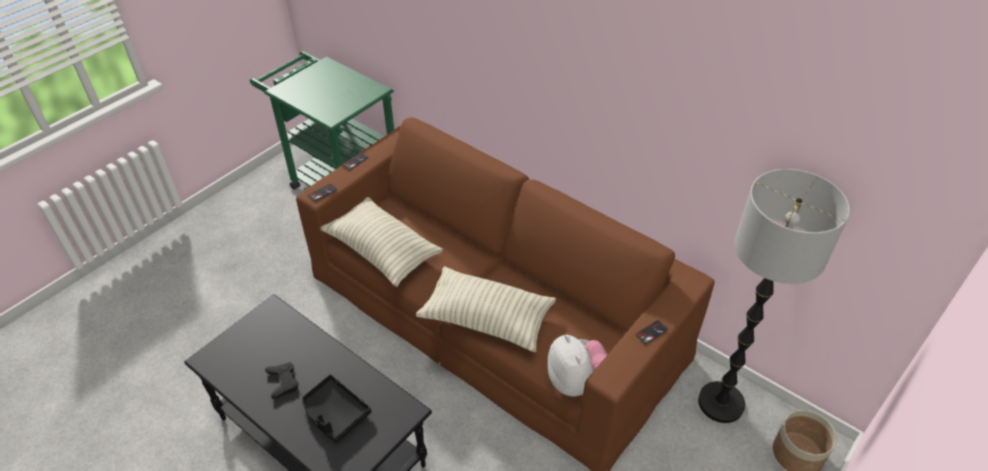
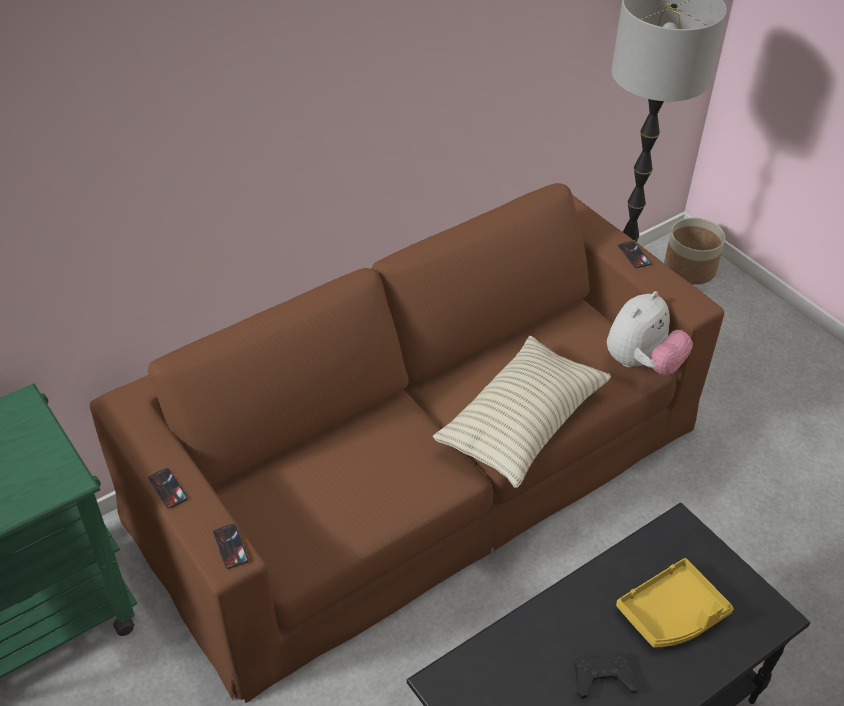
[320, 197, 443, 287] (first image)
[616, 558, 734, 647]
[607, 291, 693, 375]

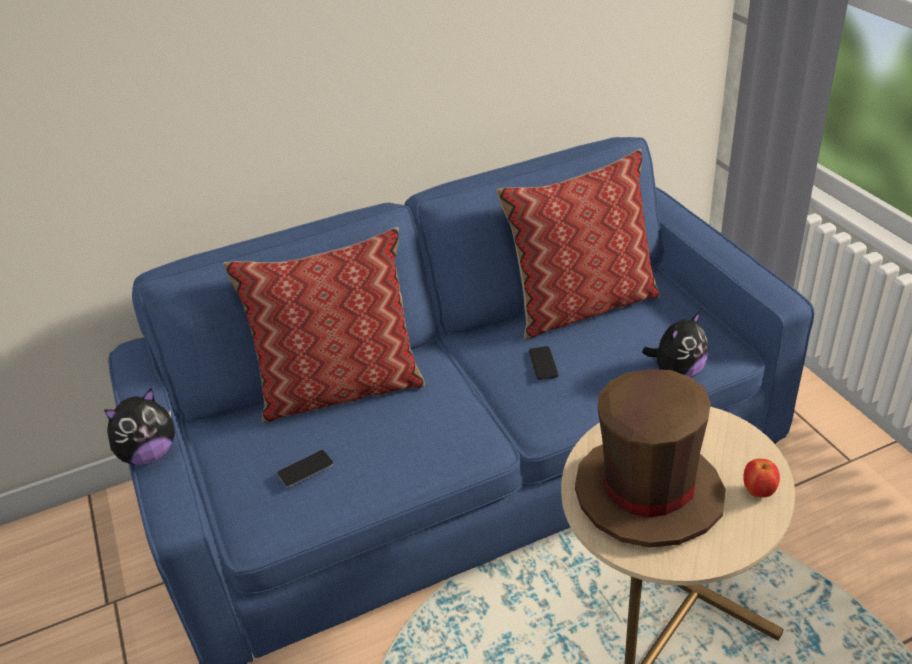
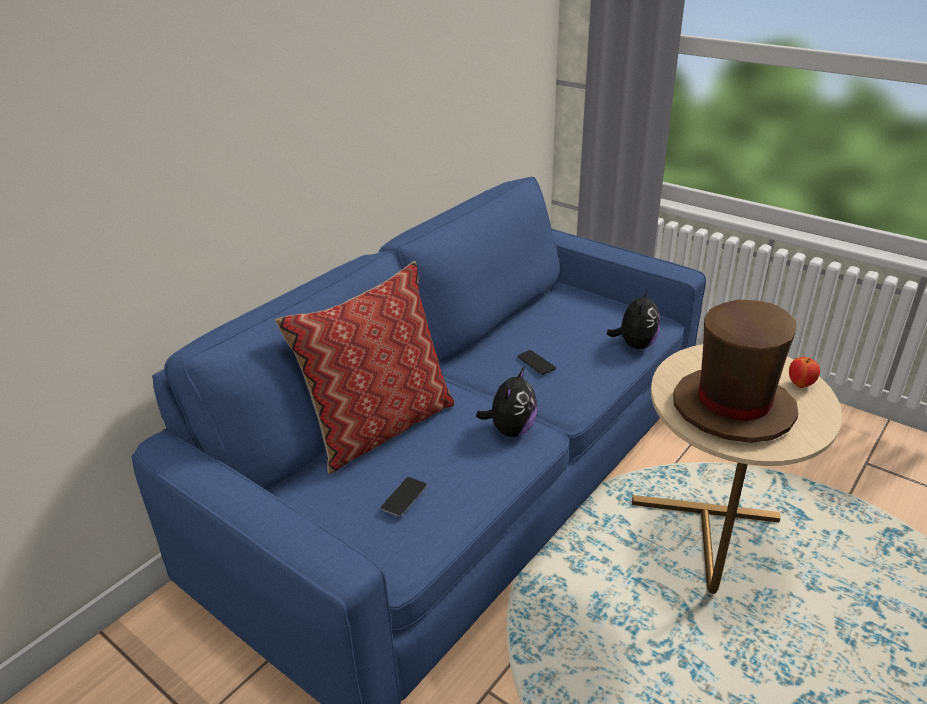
[496, 149, 660, 340] (first image)
[476, 366, 538, 437]

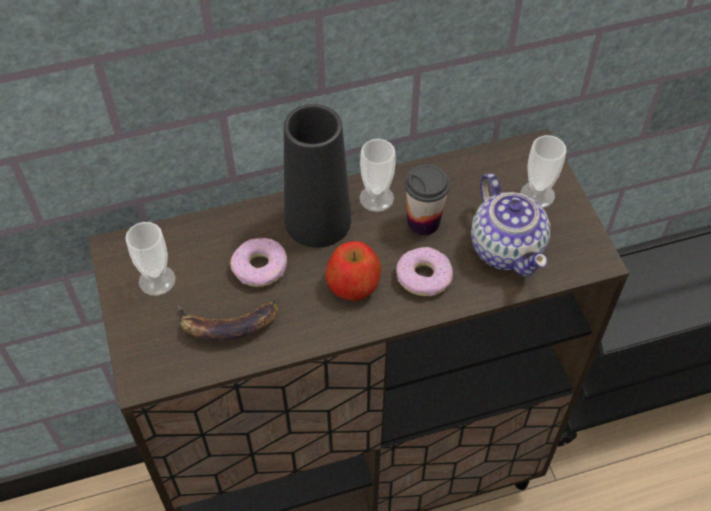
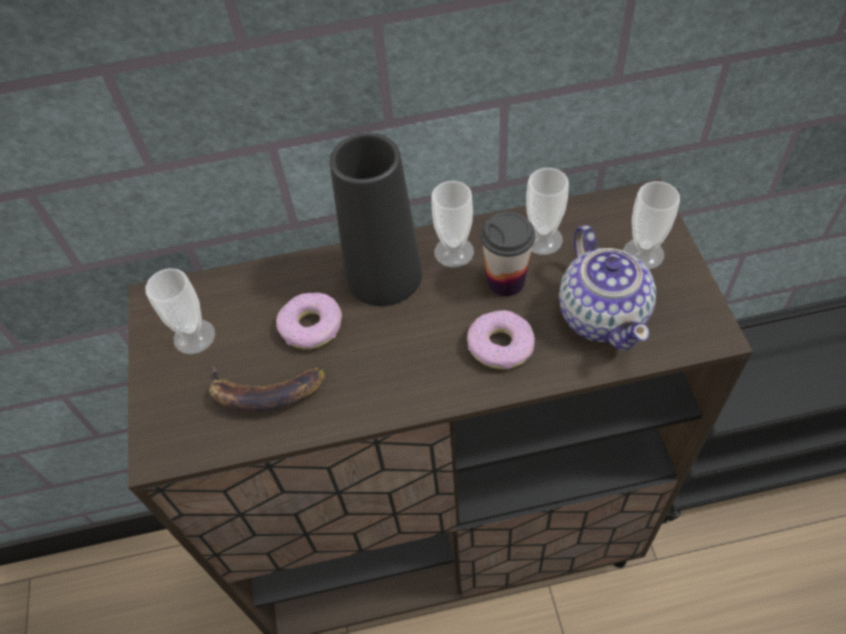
[326, 241, 381, 301] (first image)
[526, 168, 569, 255]

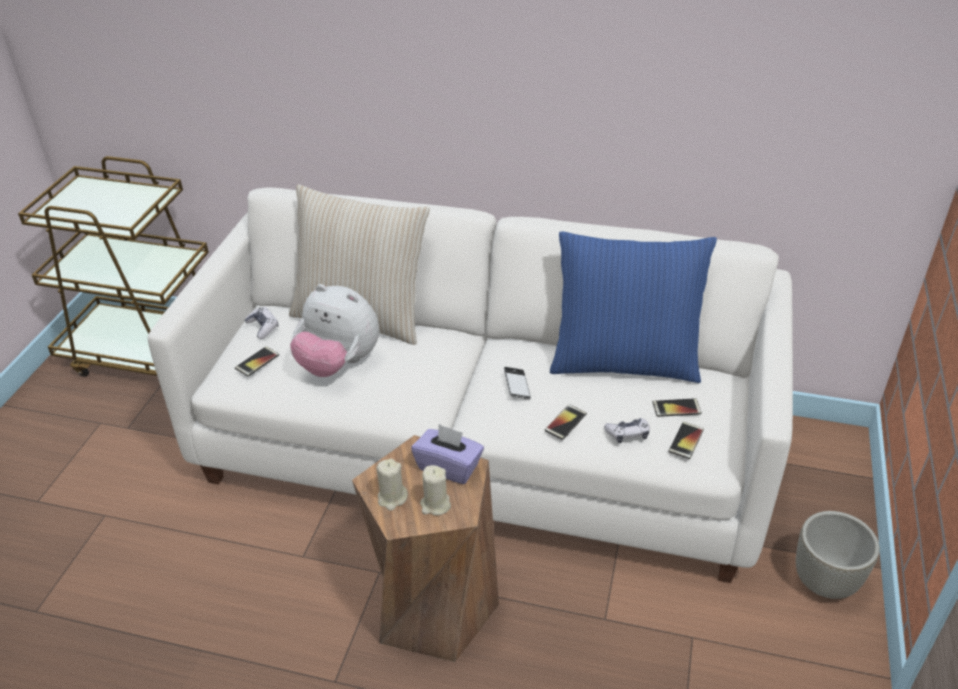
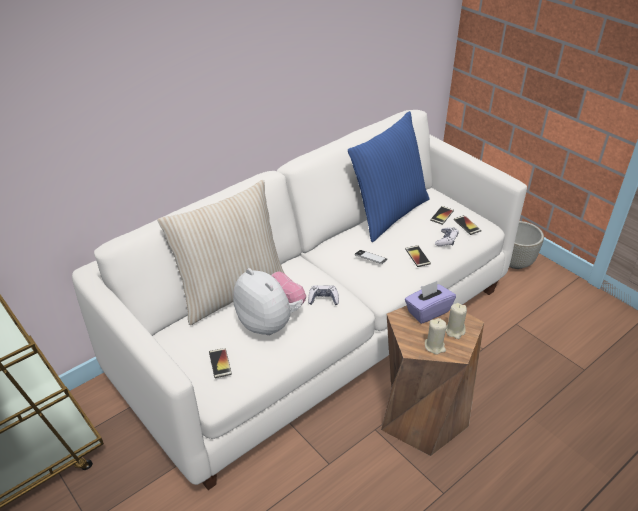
[308, 285, 339, 305]
[234, 268, 306, 335]

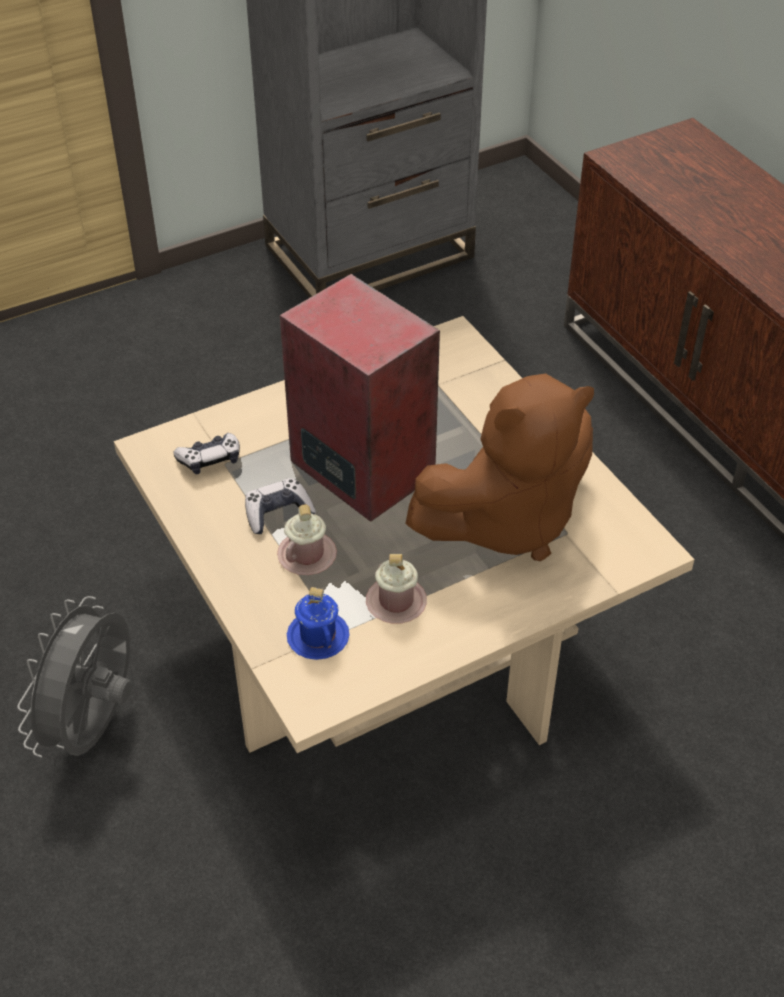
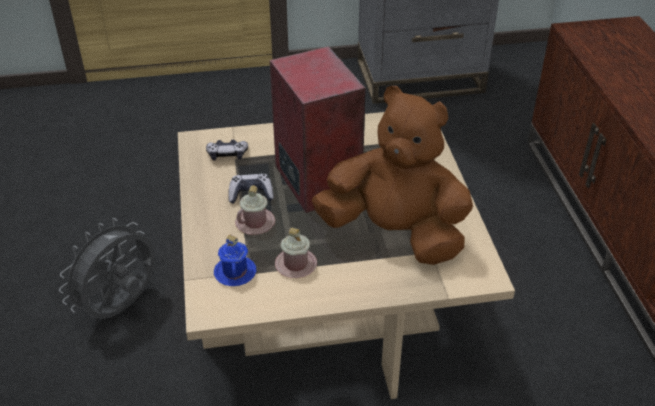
[311, 86, 473, 265]

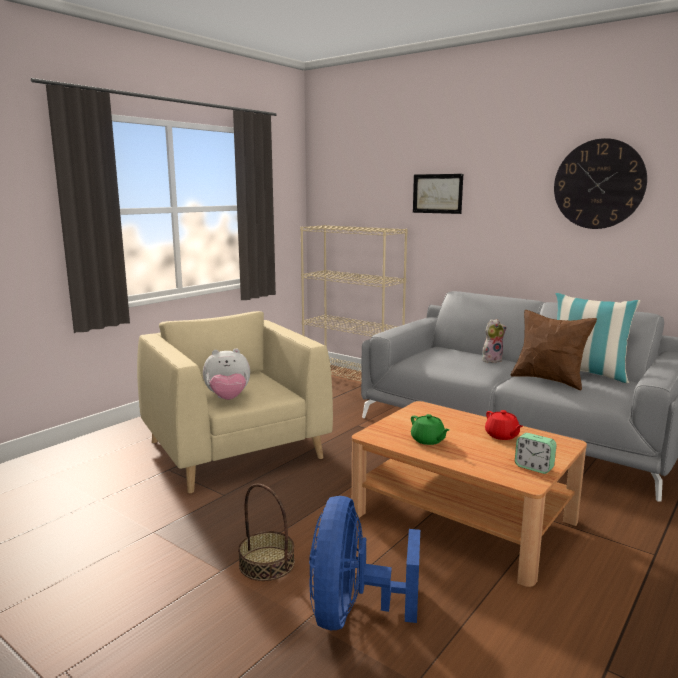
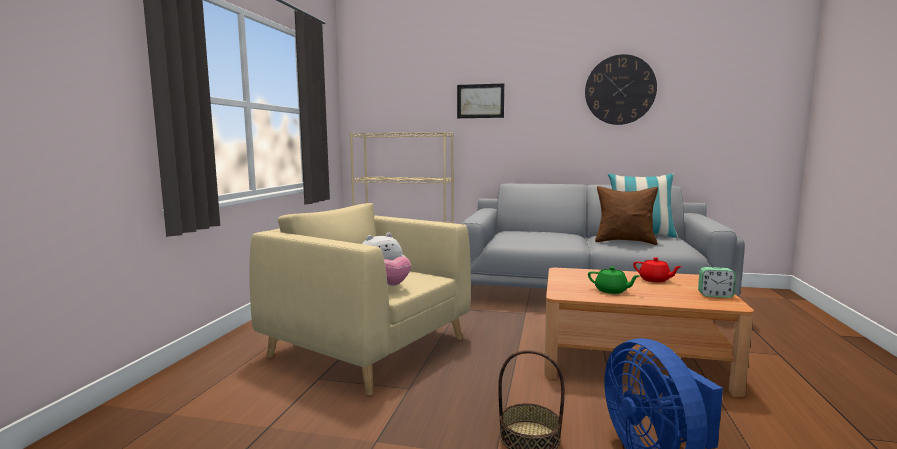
[482, 319, 507, 363] (first image)

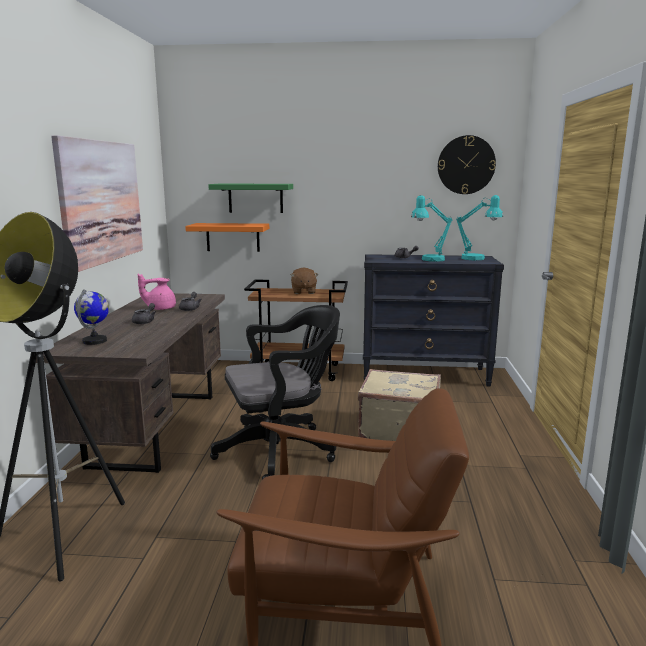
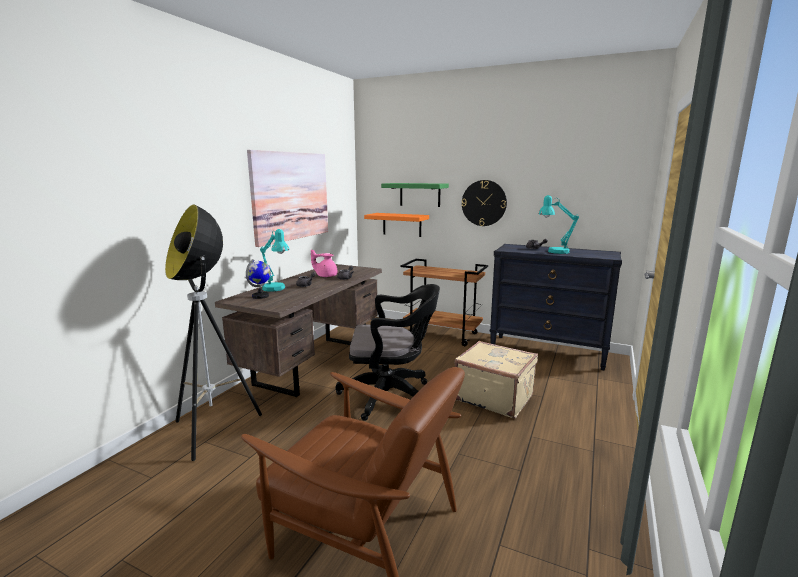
[291, 267, 318, 294] (first image)
[462, 180, 507, 226]
[260, 229, 290, 292]

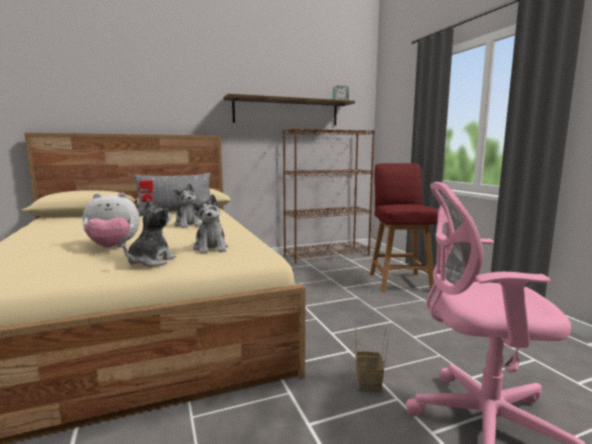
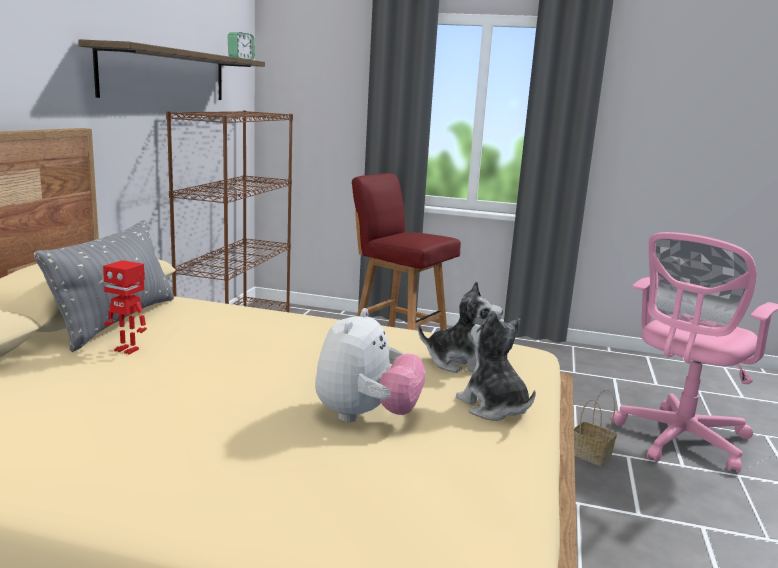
[173, 183, 201, 228] (first image)

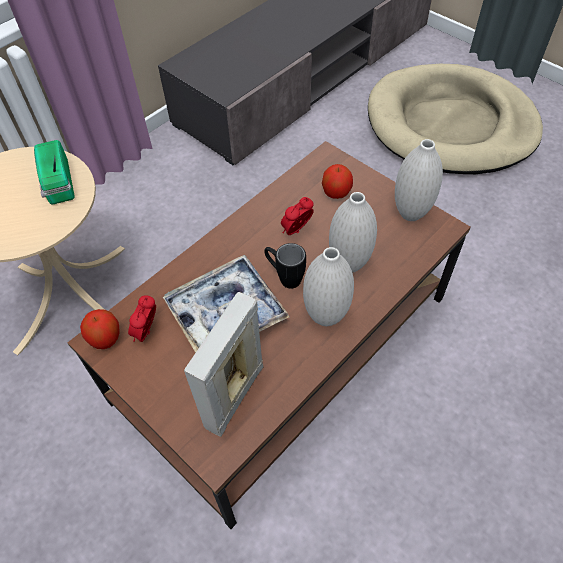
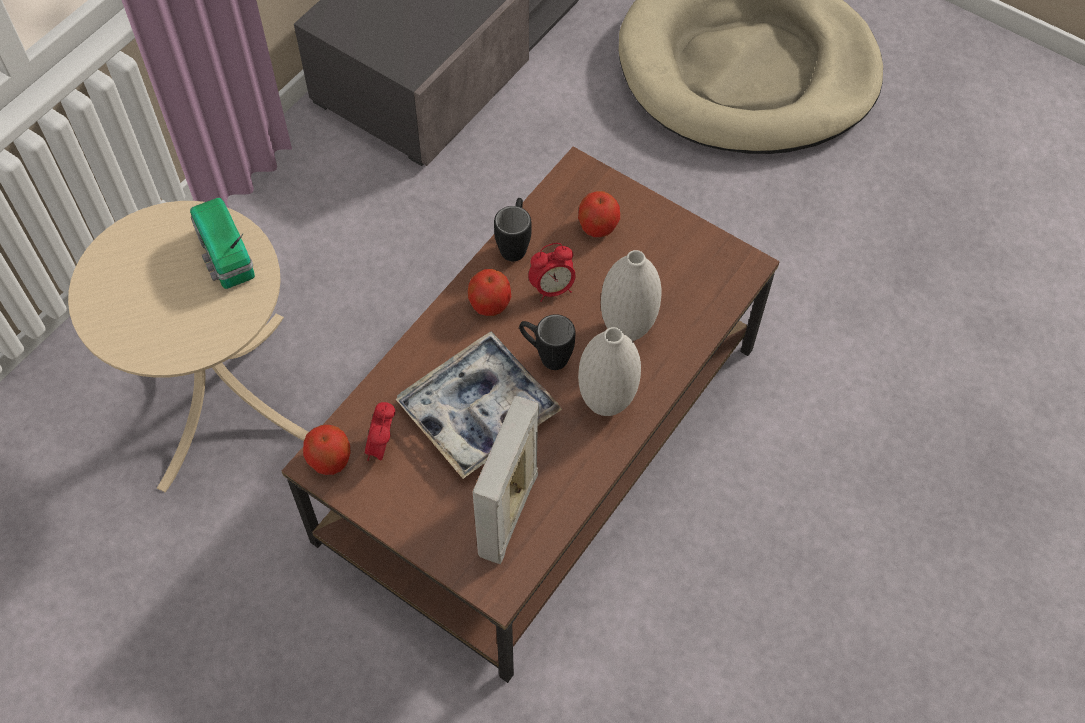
[395, 139, 443, 221] (first image)
[468, 269, 511, 316]
[494, 198, 531, 261]
[528, 243, 575, 302]

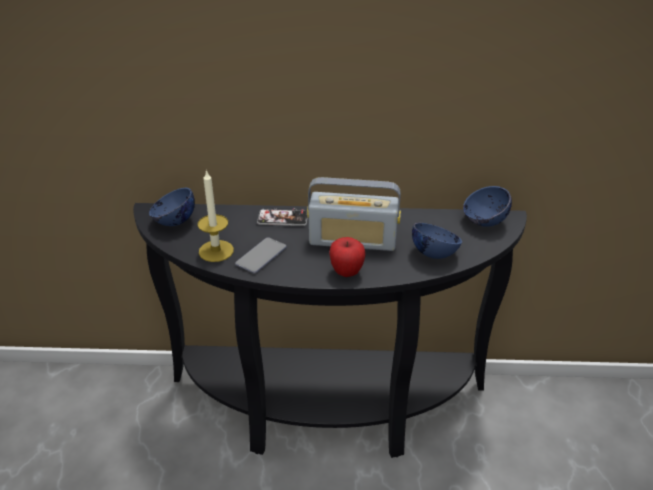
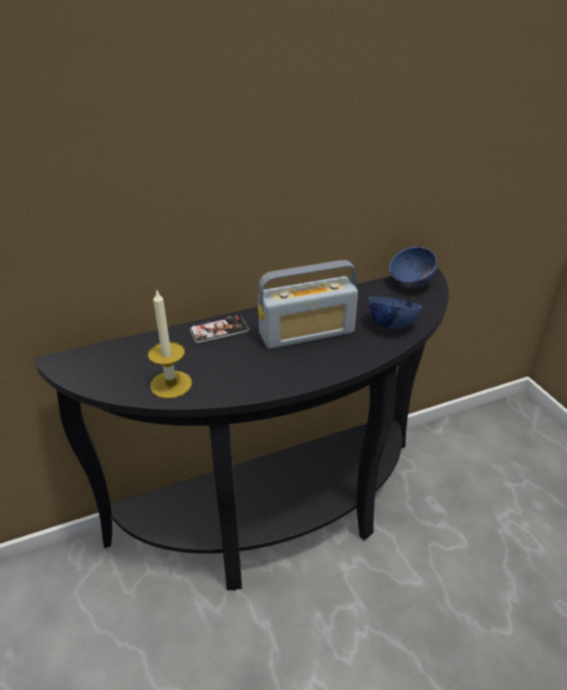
[149, 188, 195, 226] (first image)
[235, 237, 287, 273] (first image)
[329, 237, 366, 277] (first image)

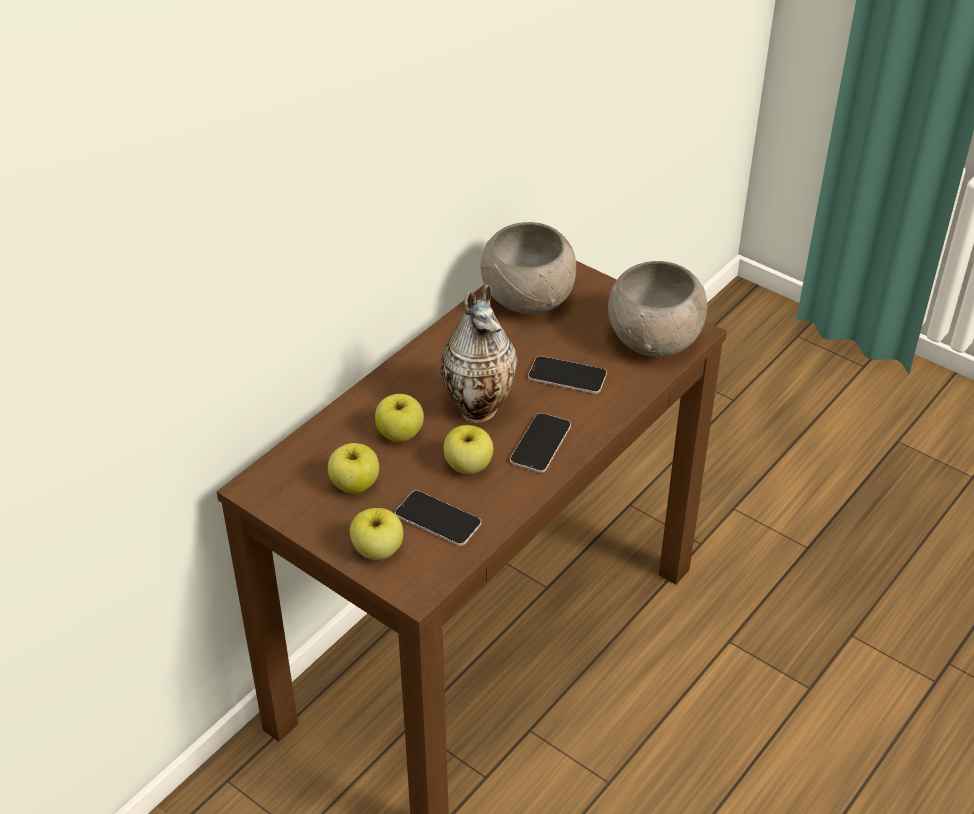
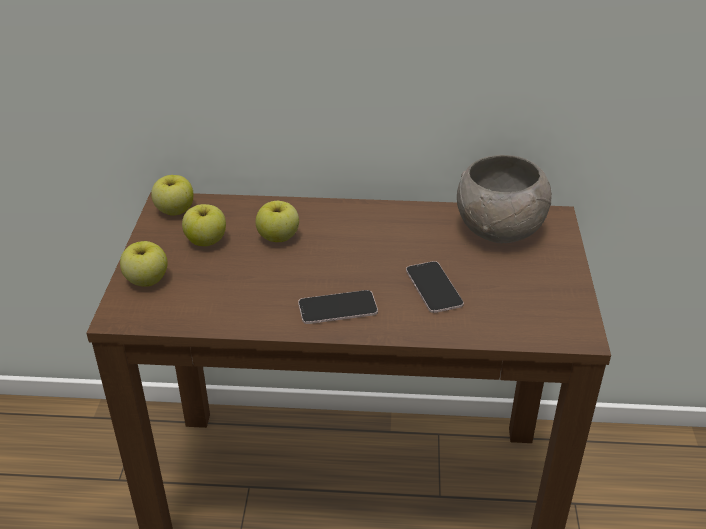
[395, 490, 481, 546] (first image)
[441, 285, 517, 423] (first image)
[608, 261, 708, 357] (first image)
[151, 175, 193, 216]

